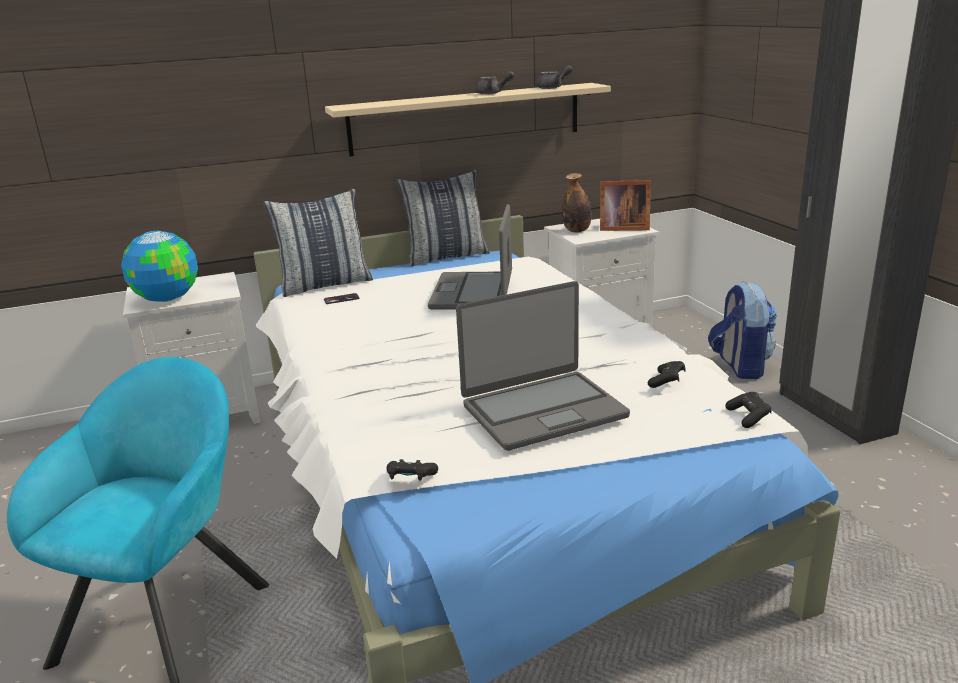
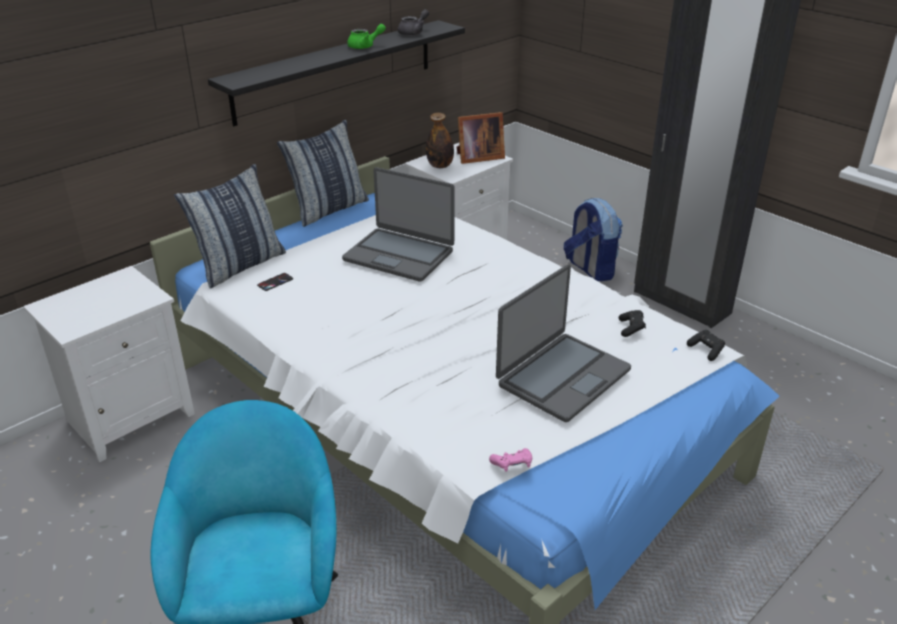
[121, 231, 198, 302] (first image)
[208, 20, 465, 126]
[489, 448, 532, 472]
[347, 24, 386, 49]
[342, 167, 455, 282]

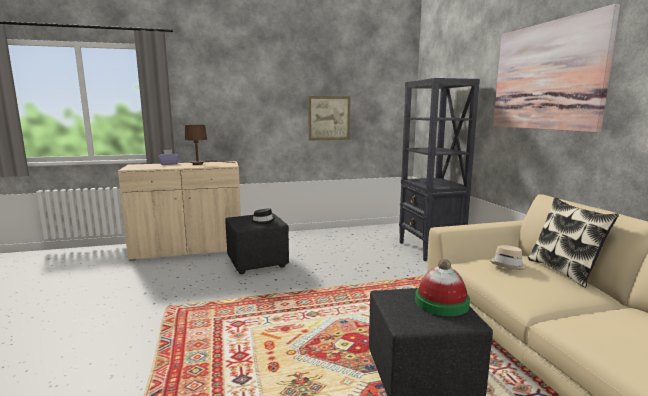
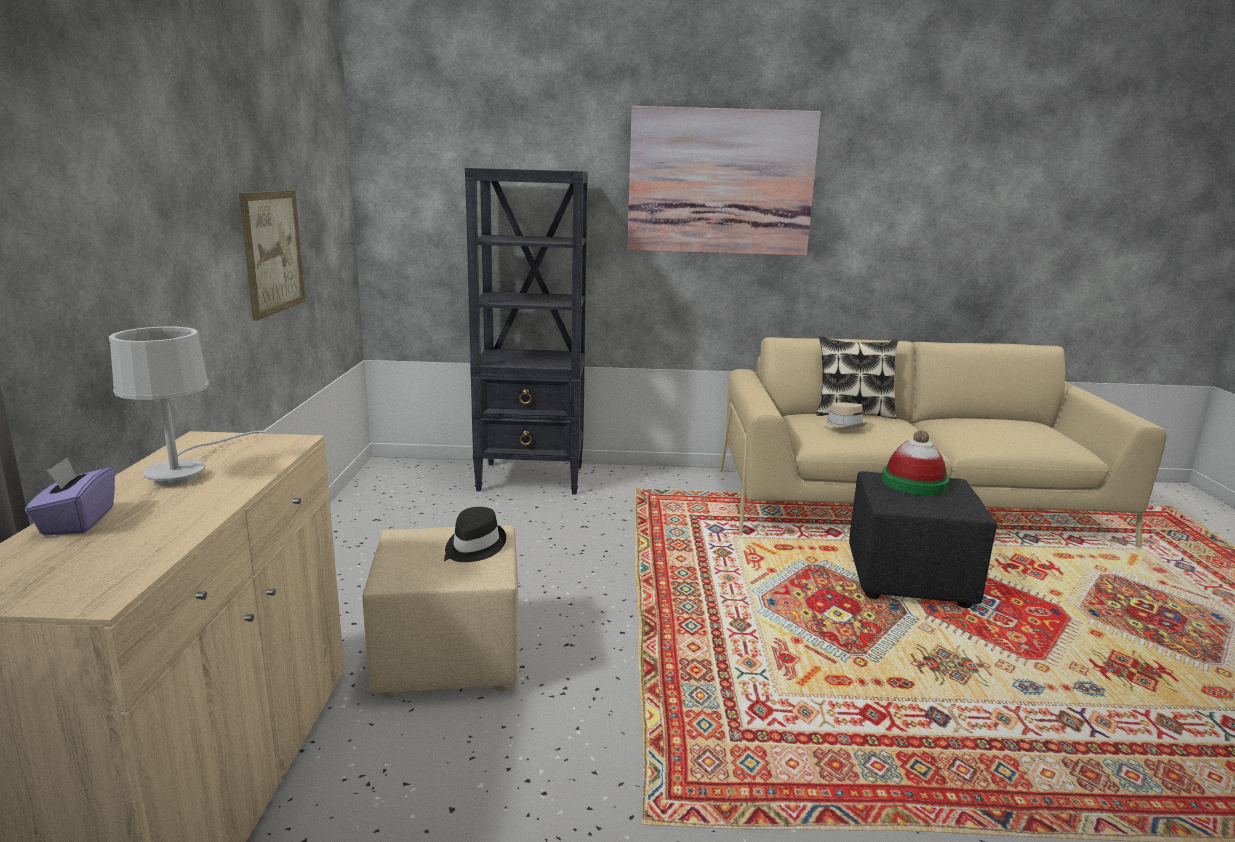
[109, 327, 267, 486]
[362, 525, 519, 699]

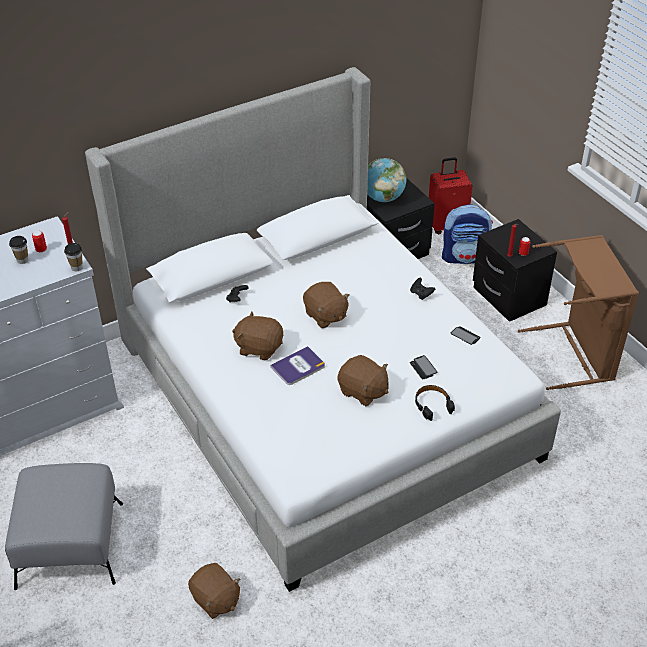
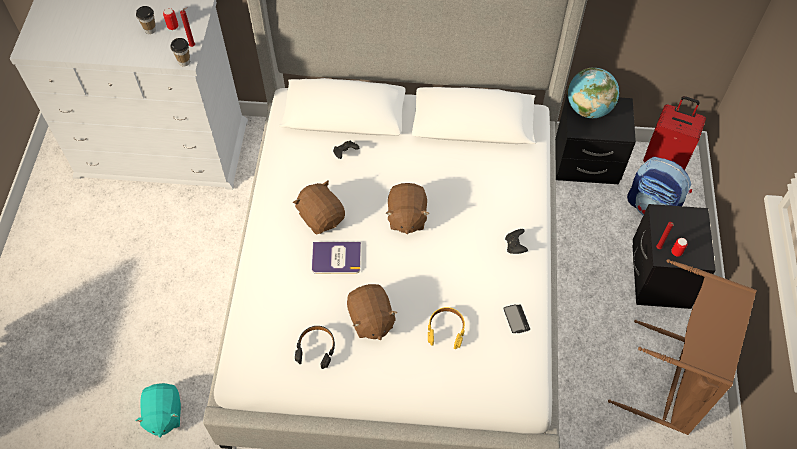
[5, 463, 123, 590] (first image)
[295, 326, 335, 369]
[428, 307, 465, 349]
[136, 383, 181, 437]

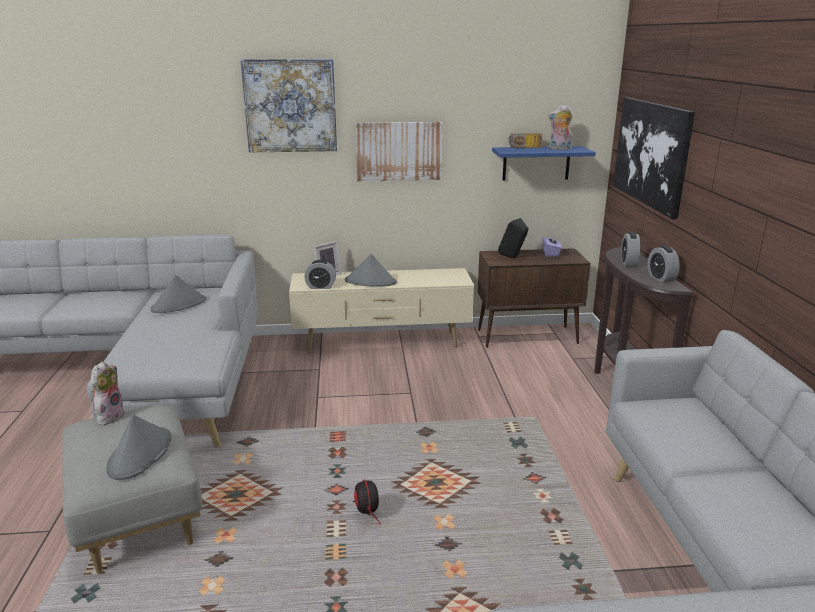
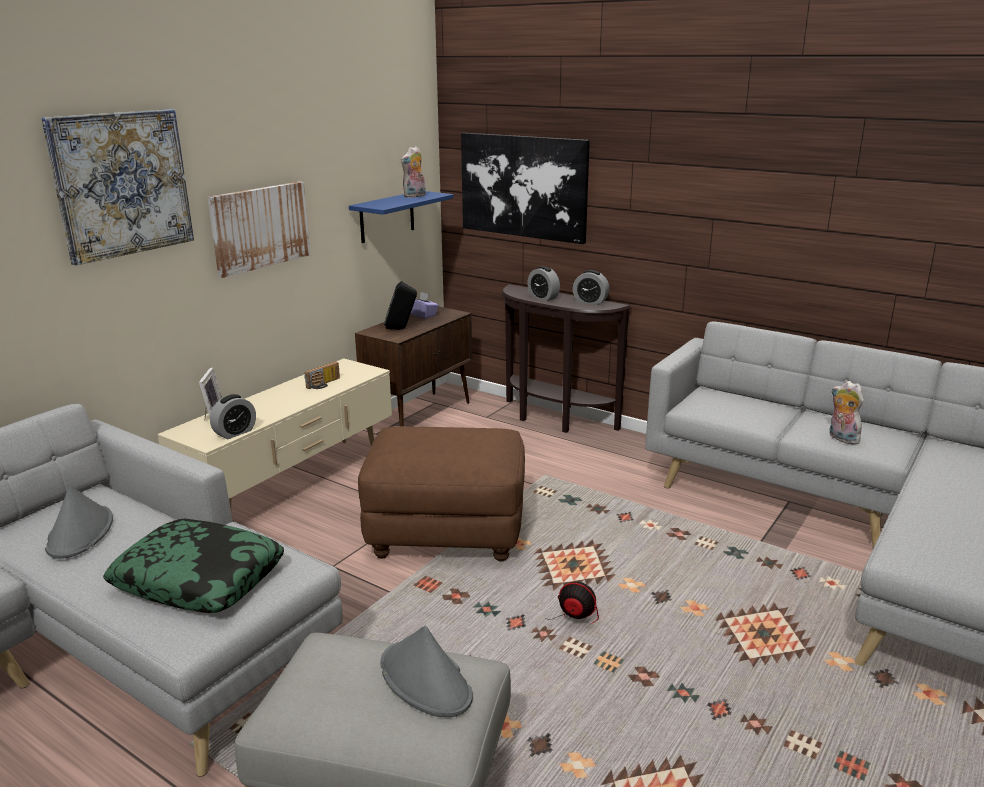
[345, 254, 397, 287] (first image)
[103, 519, 284, 613]
[358, 426, 525, 561]
[830, 381, 864, 444]
[304, 361, 340, 389]

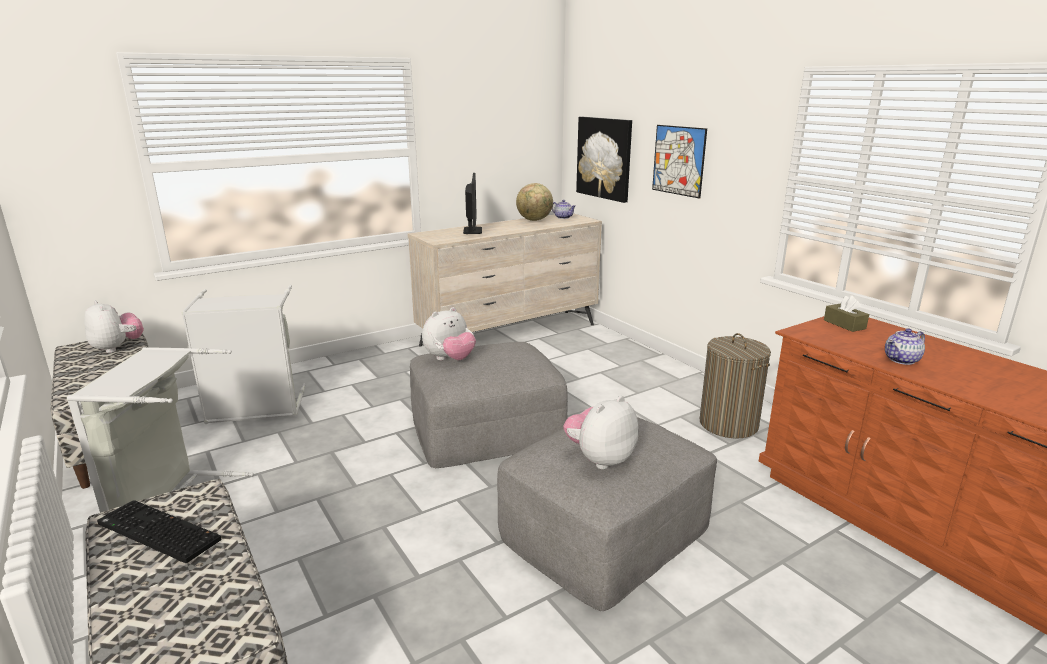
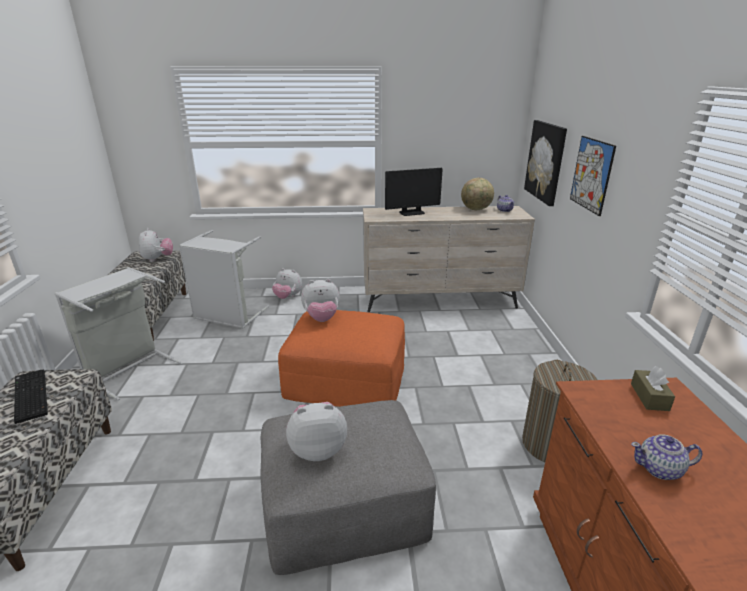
[272, 268, 302, 299]
[278, 310, 405, 407]
[385, 168, 443, 216]

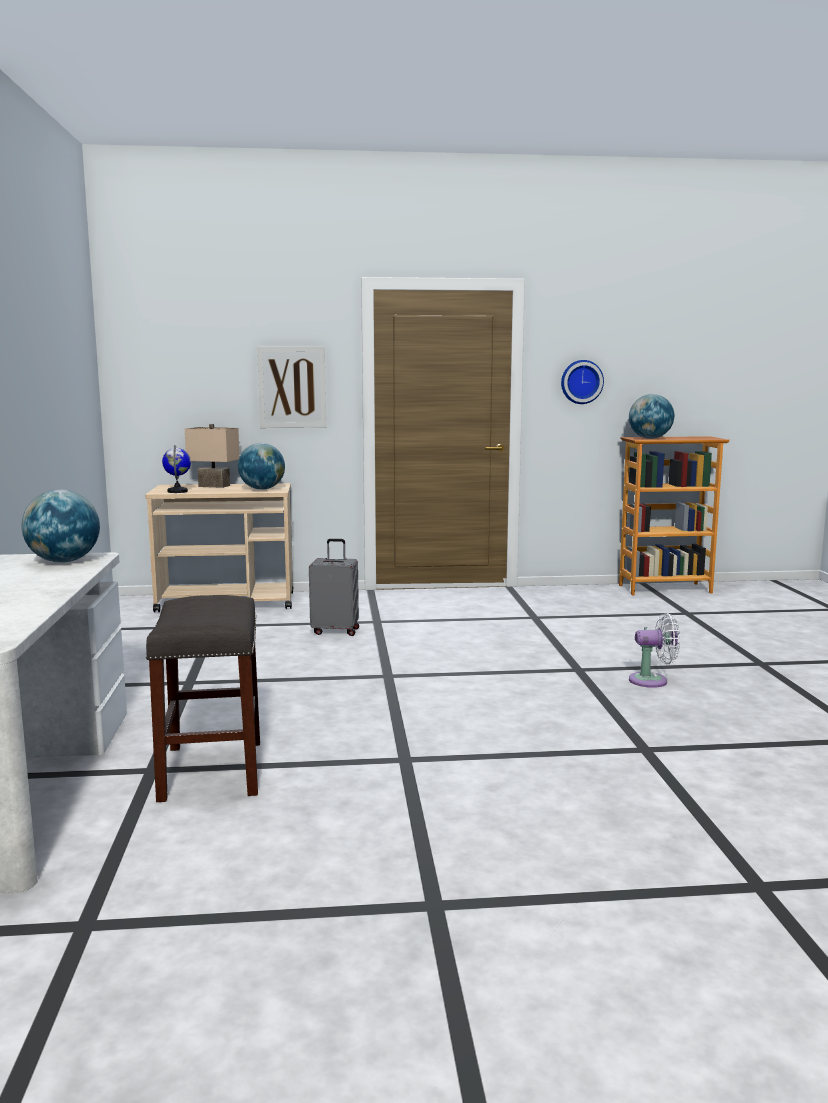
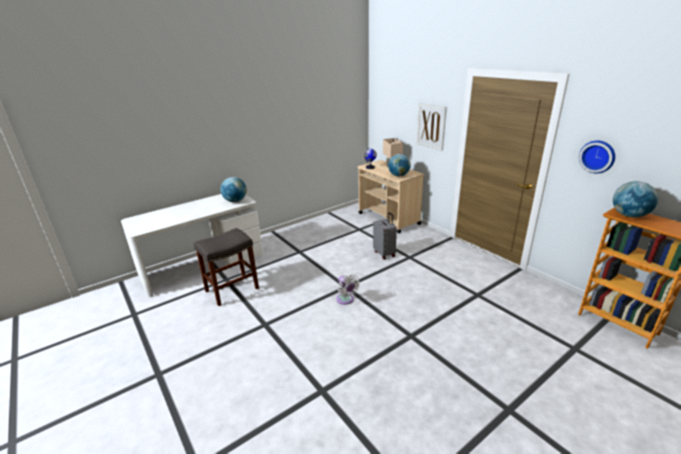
[336, 274, 360, 305]

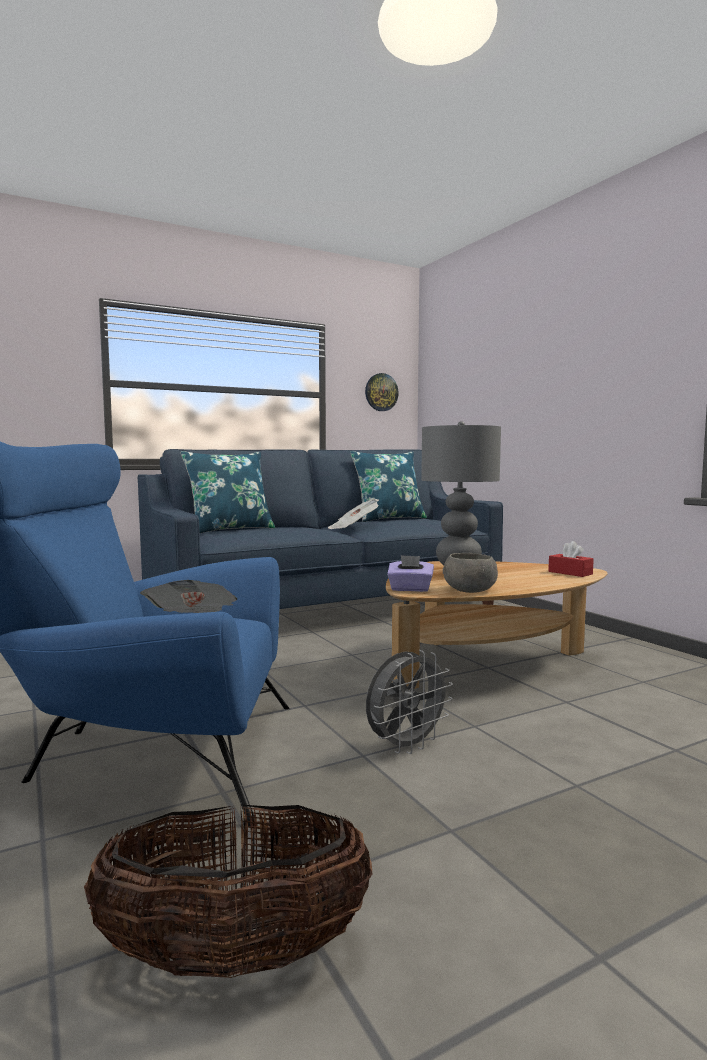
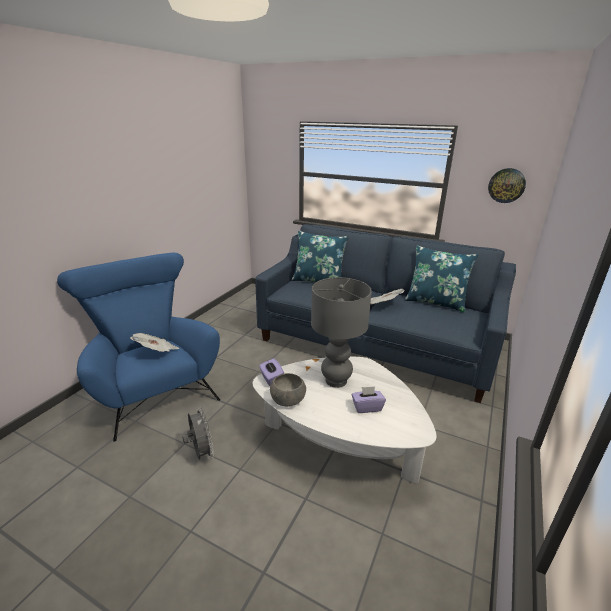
[84, 804, 372, 978] (first image)
[548, 541, 594, 577] (first image)
[351, 386, 386, 413]
[253, 357, 437, 484]
[182, 407, 214, 460]

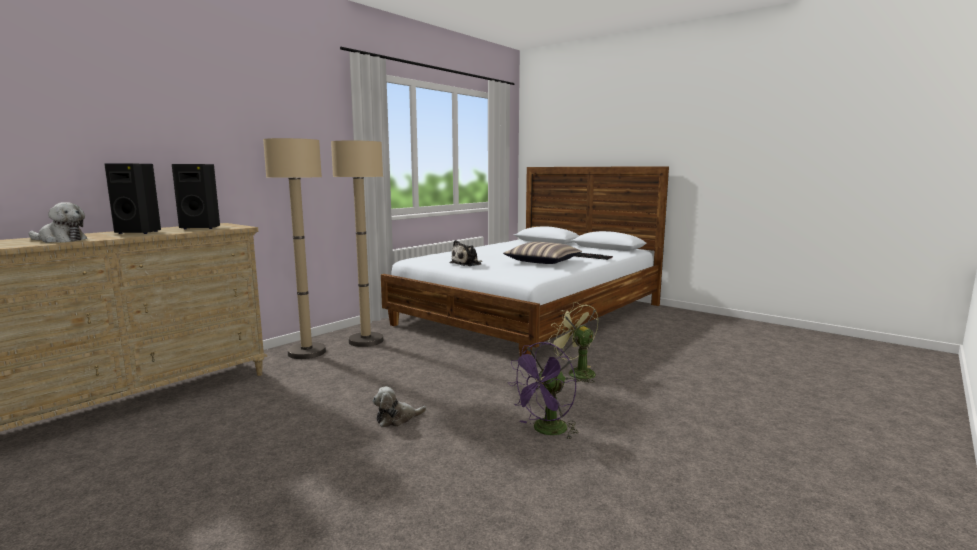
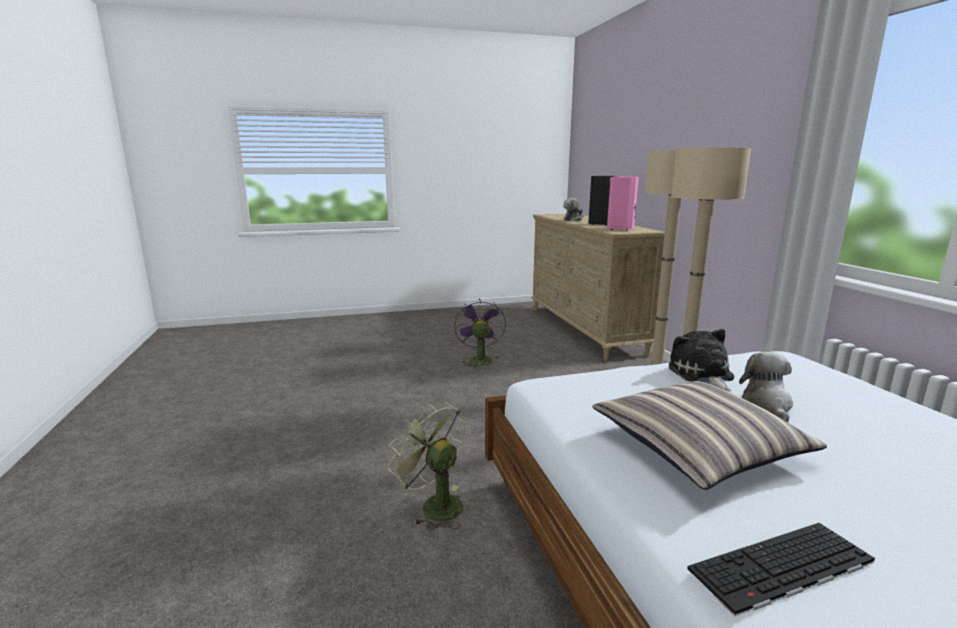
[739, 352, 793, 422]
[454, 300, 506, 369]
[607, 177, 639, 231]
[388, 401, 466, 531]

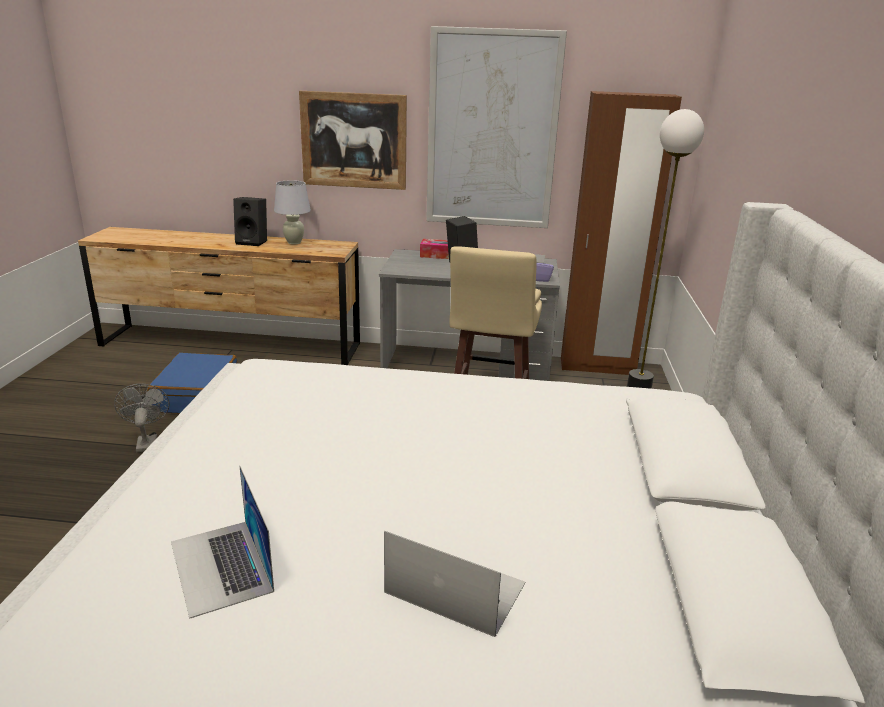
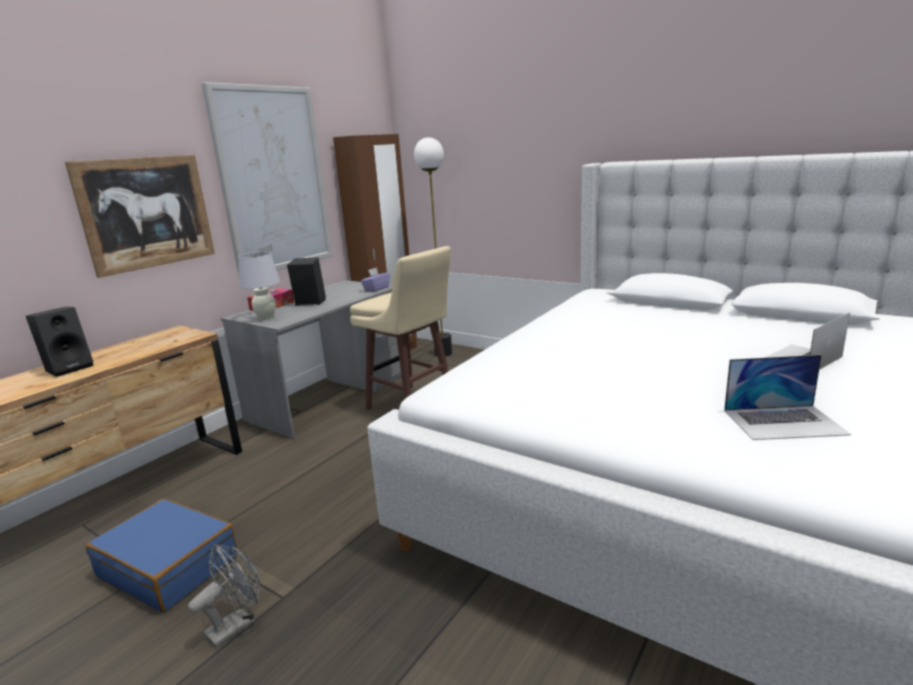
[238, 252, 280, 320]
[188, 545, 261, 648]

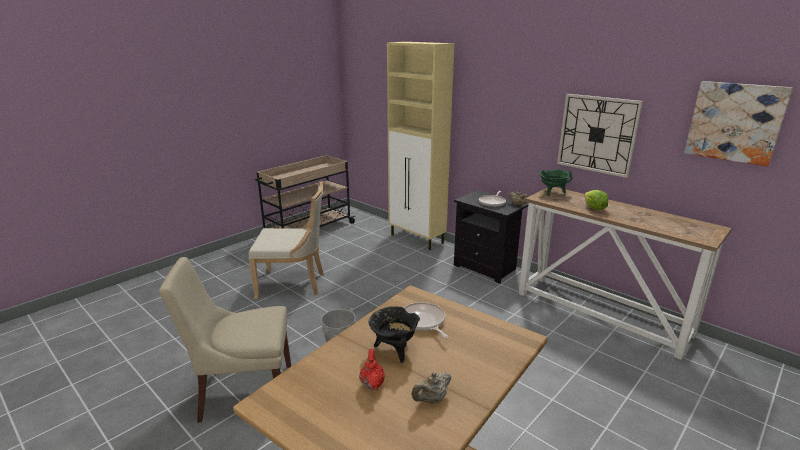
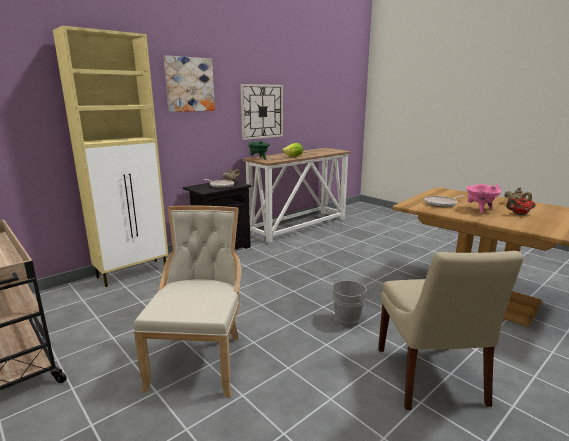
[164, 55, 215, 112]
[466, 184, 501, 214]

